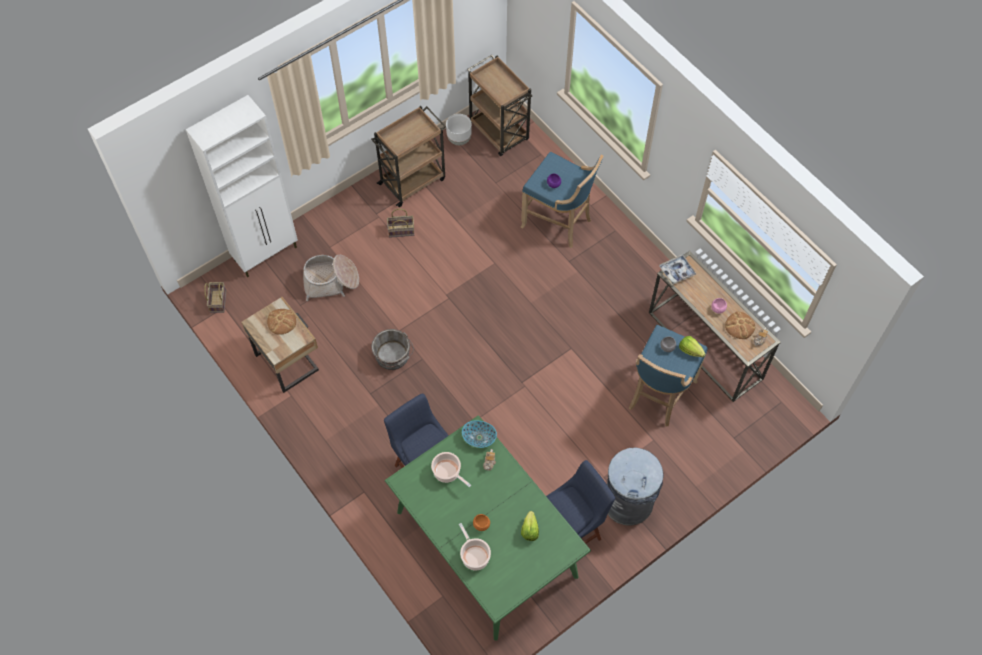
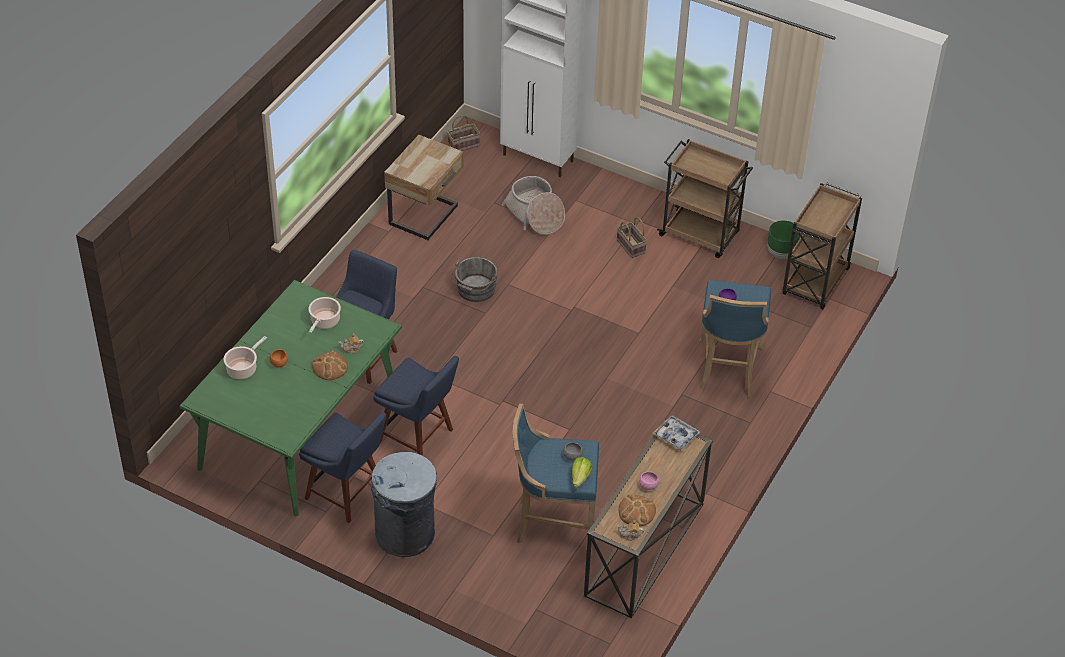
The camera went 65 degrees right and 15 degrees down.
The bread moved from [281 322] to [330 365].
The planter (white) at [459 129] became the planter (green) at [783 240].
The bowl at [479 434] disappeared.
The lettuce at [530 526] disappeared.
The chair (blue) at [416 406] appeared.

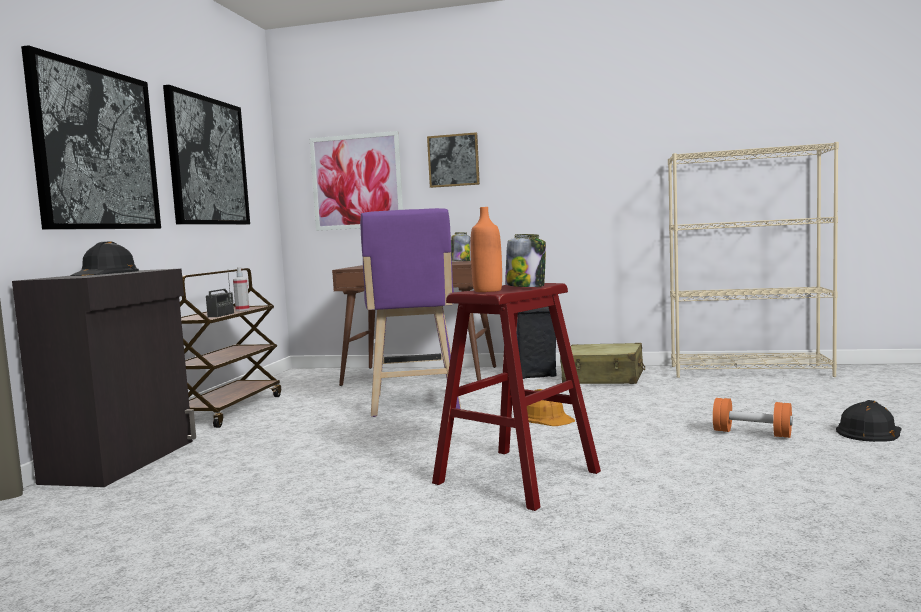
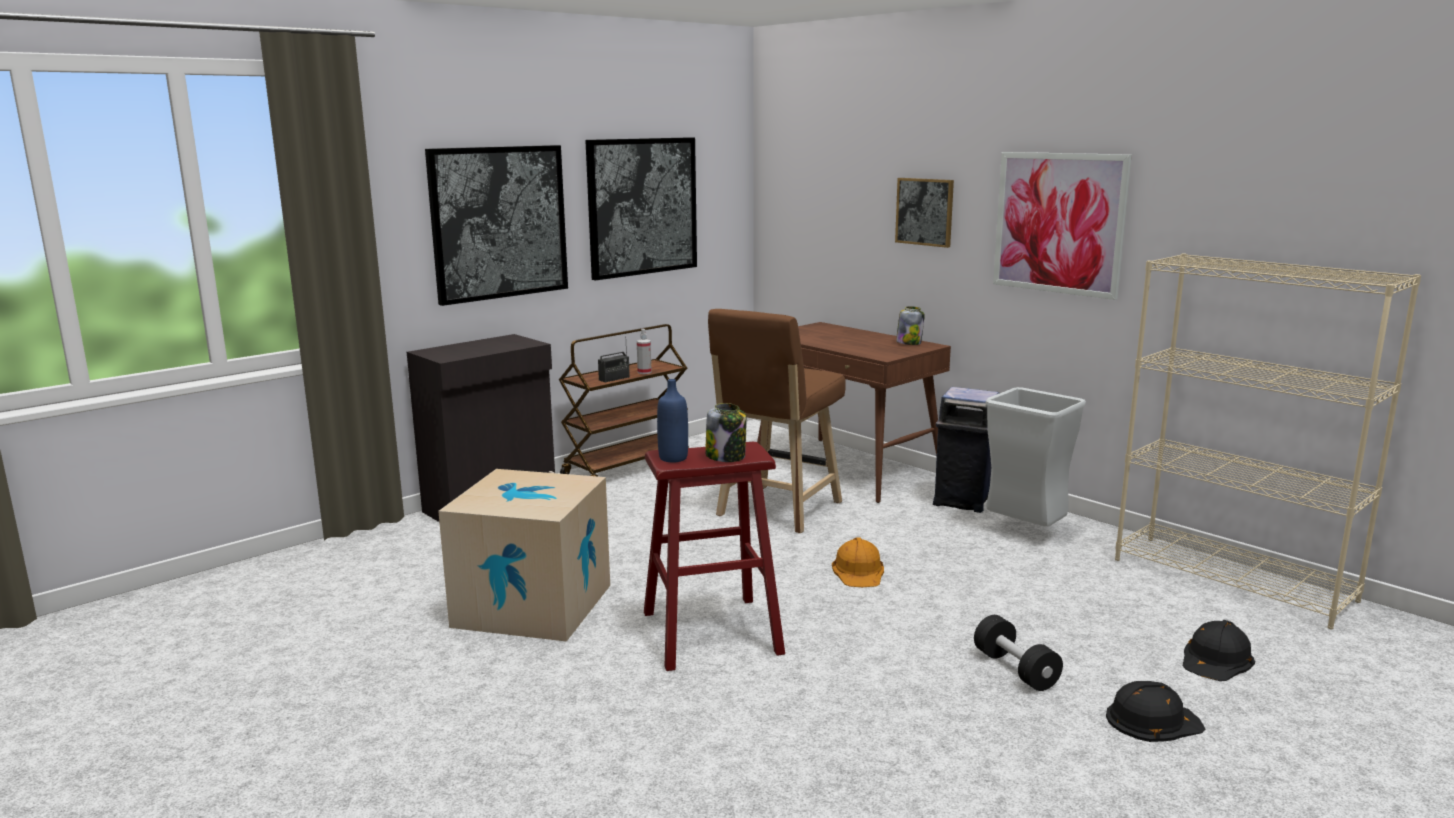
The camera went 35 degrees right and 10 degrees up.
The hard hat (black) moved from [105 259] to [1219 650].
The picture moved from [356 181] to [1062 226].
The stool (purple) at [410 312] became the stool (brown) at [777 421].
The bottle (orange) at [486 249] became the bottle (blue) at [672 421].
The suitcase (beige) at [602 363] was replaced by the trash can (grey) at [1036 456].
The dumbbell (orange) at [753 418] became the dumbbell (black) at [1018 653].
The cardboard box at [524 555] appeared.

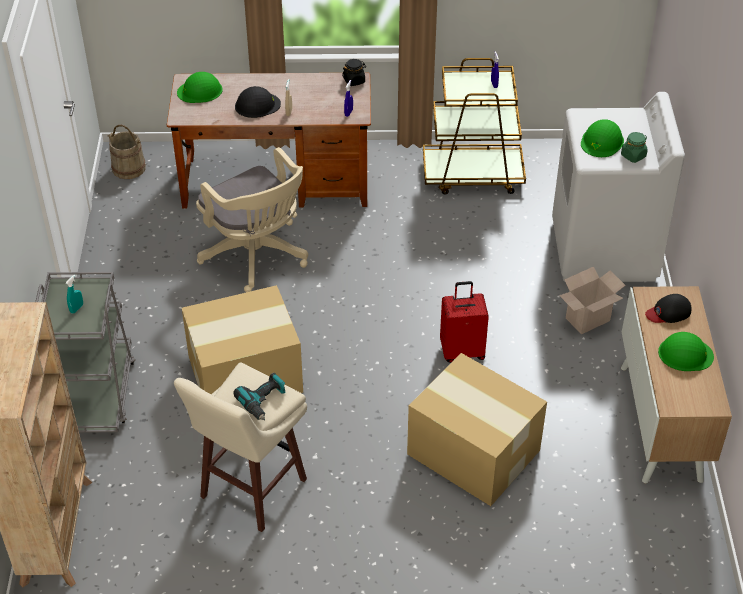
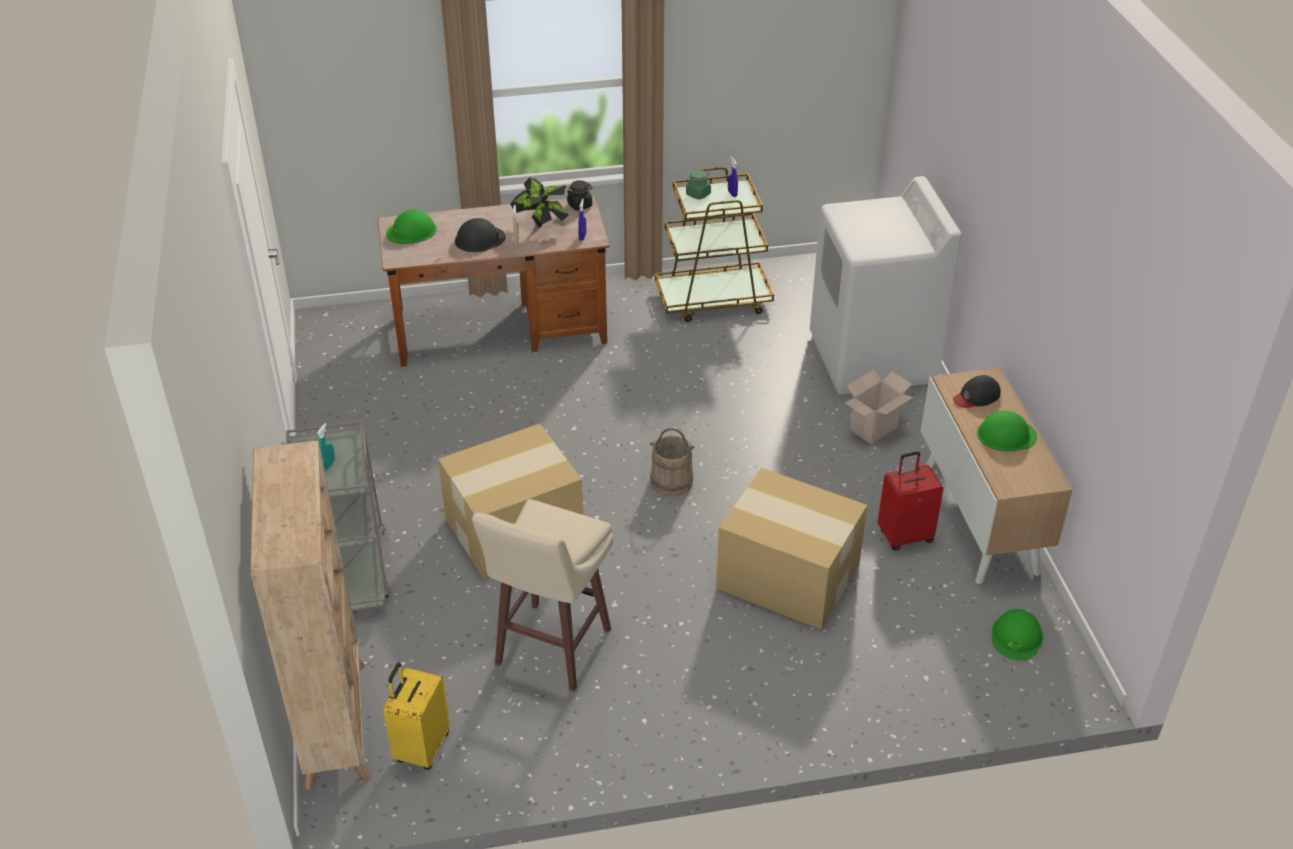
The camera went 10 degrees left and 5 degrees down.
The bucket (beige) moved from [126 152] to [672 462].
The office chair (beige) at [252 219] disappeared.
The power drill at [259 397] disappeared.
The suitcase (red) moved from [464 322] to [911 501].
The hard hat (green) moved from [602 138] to [1017 634].
The jar (green) moved from [634 147] to [698 185].
The suitcase (yellow) at [416 716] appeared.
The potted plant at [539 202] appeared.

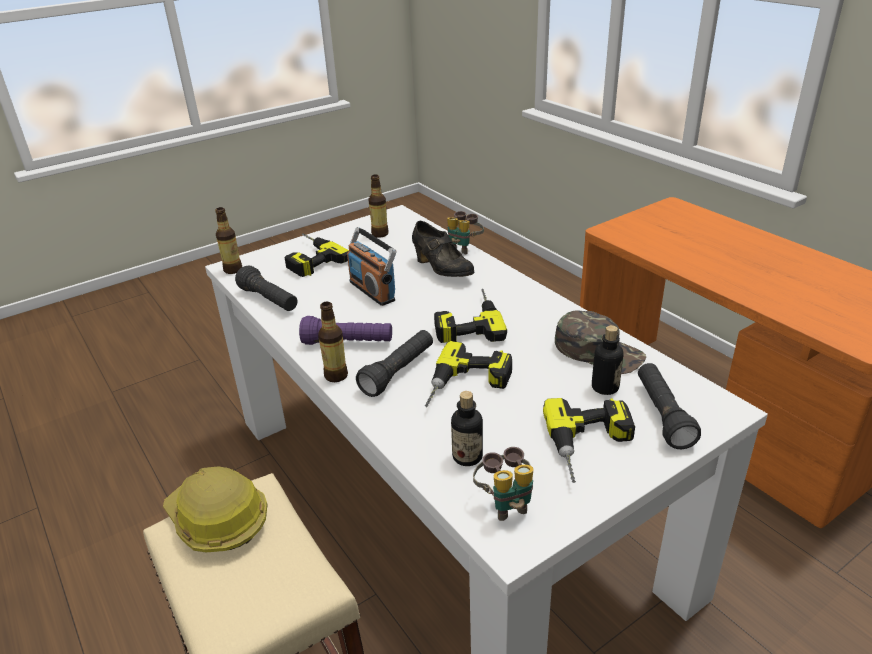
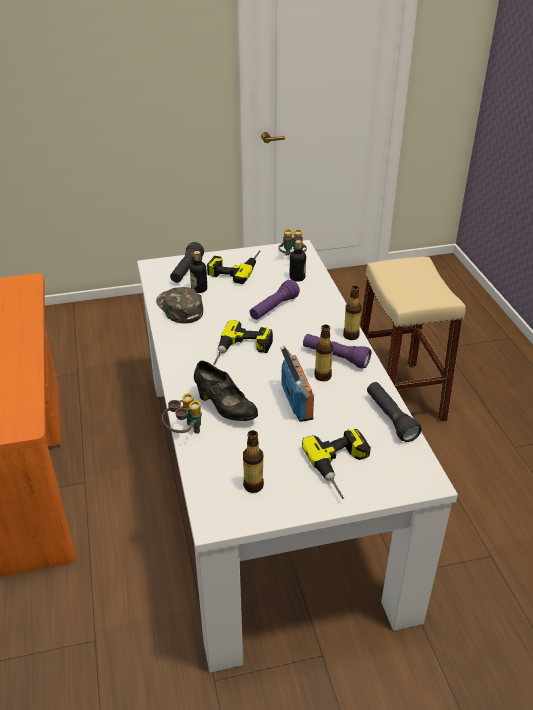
The camera went 160 degrees left and 5 degrees up.
The hard hat at [215 509] disappeared.
The bottle moved from [228 240] to [323 353].
The flashlight (black) at [394 363] disappeared.
The shoe (black) at [443 249] turned 150 degrees clockwise.
The power drill at [468 374] was replaced by the flashlight (purple) at [275 300].

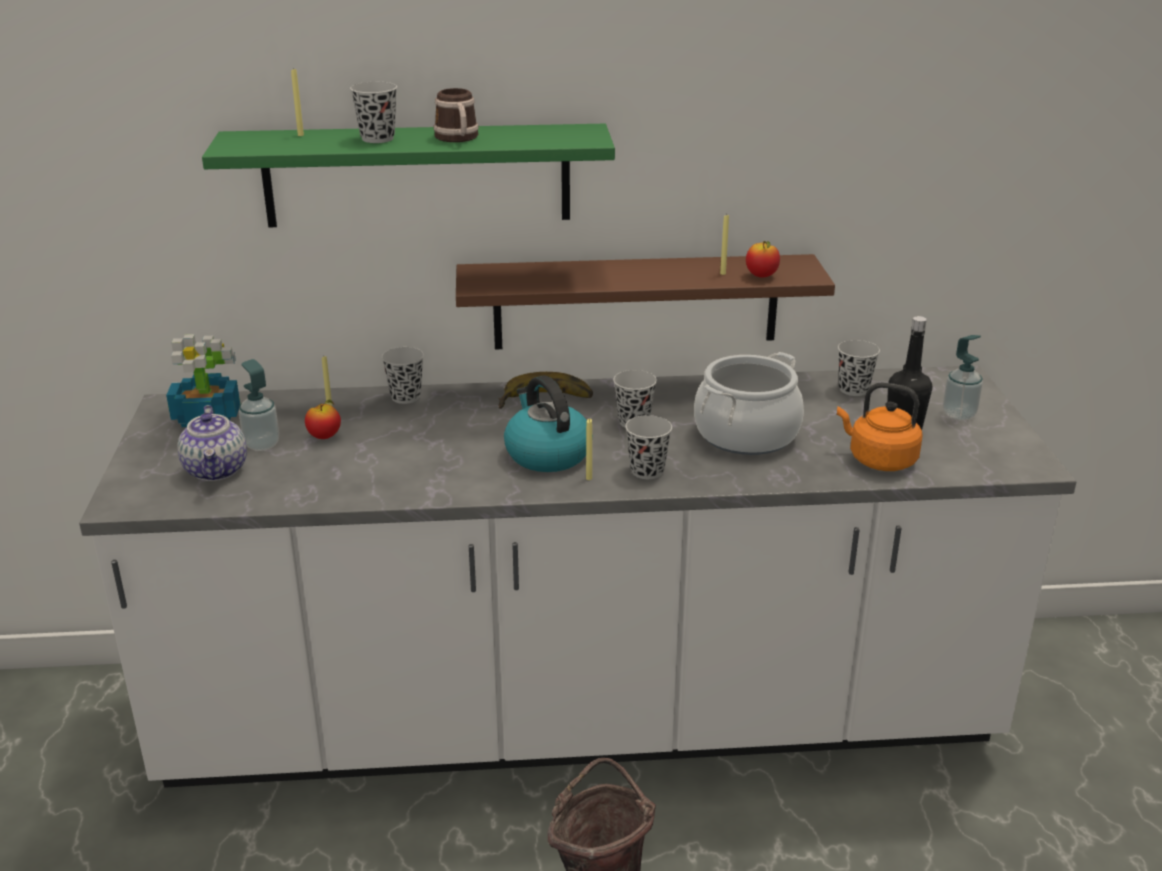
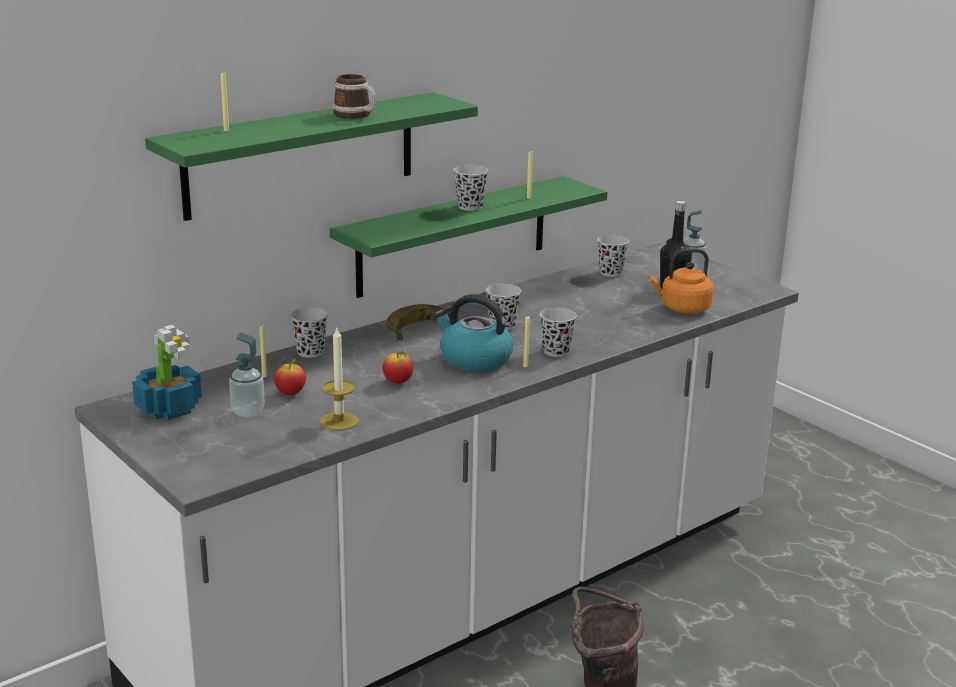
The camera went 35 degrees left and 5 degrees down.
The teapot at [212 443] disappeared.
The cup (black) moved from [373 112] to [470 188].
The shelf (brown) at [645 302] became the shelf (green) at [468 237].
The cooking pot at [749 403] disappeared.
The apple moved from [763 259] to [398 368].
The candle at [339 379] appeared.

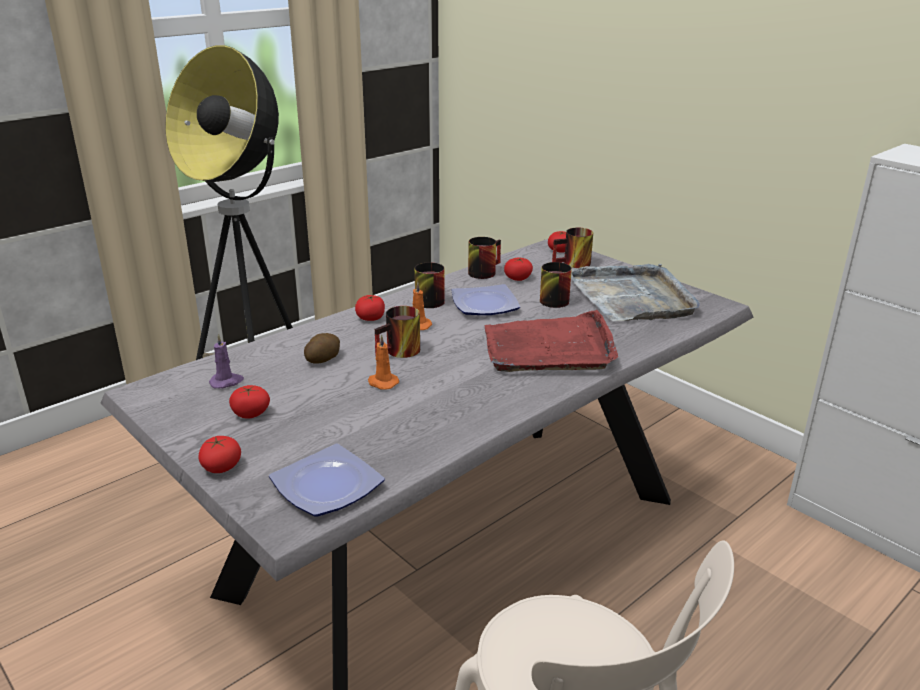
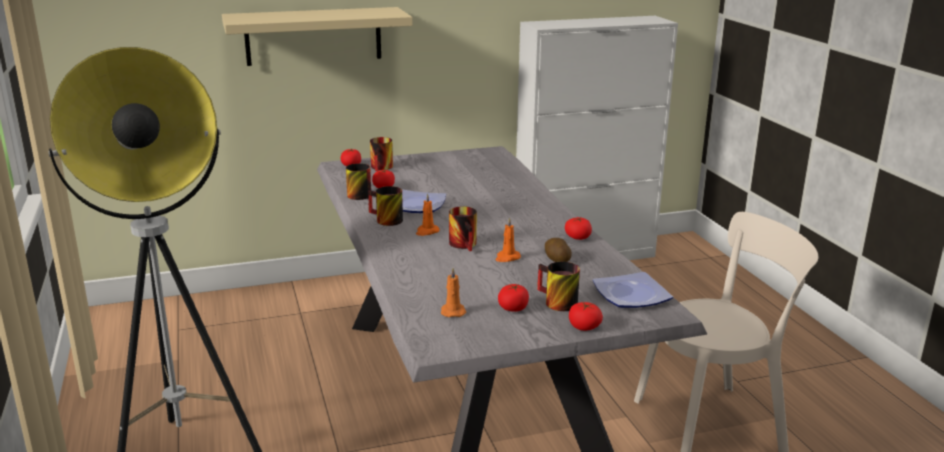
The camera went 65 degrees left and 5 degrees down.
The candle (purple) at [226 360] became the candle (orange) at [453 292].
The potato moved from [322 348] to [558 250].
The tomato moved from [370 308] to [578 228].
The tray (red) at [551 341] disappeared.
The mug moved from [556 285] to [558 286].
The tray (grey) at [635 292] disappeared.
The shelf (beige) at [317 36] appeared.

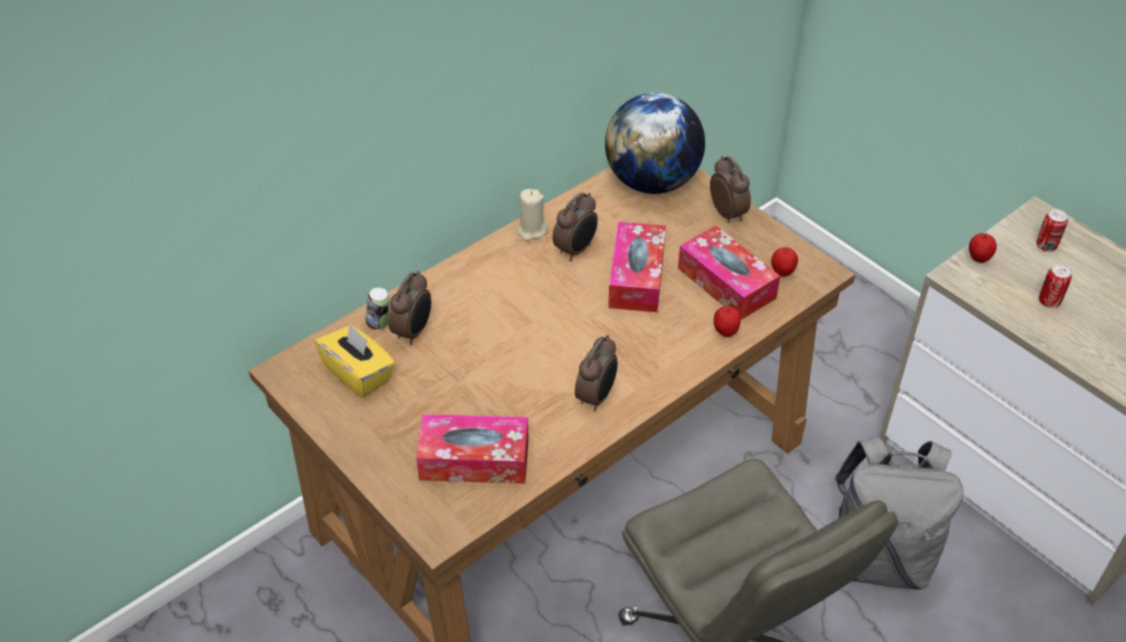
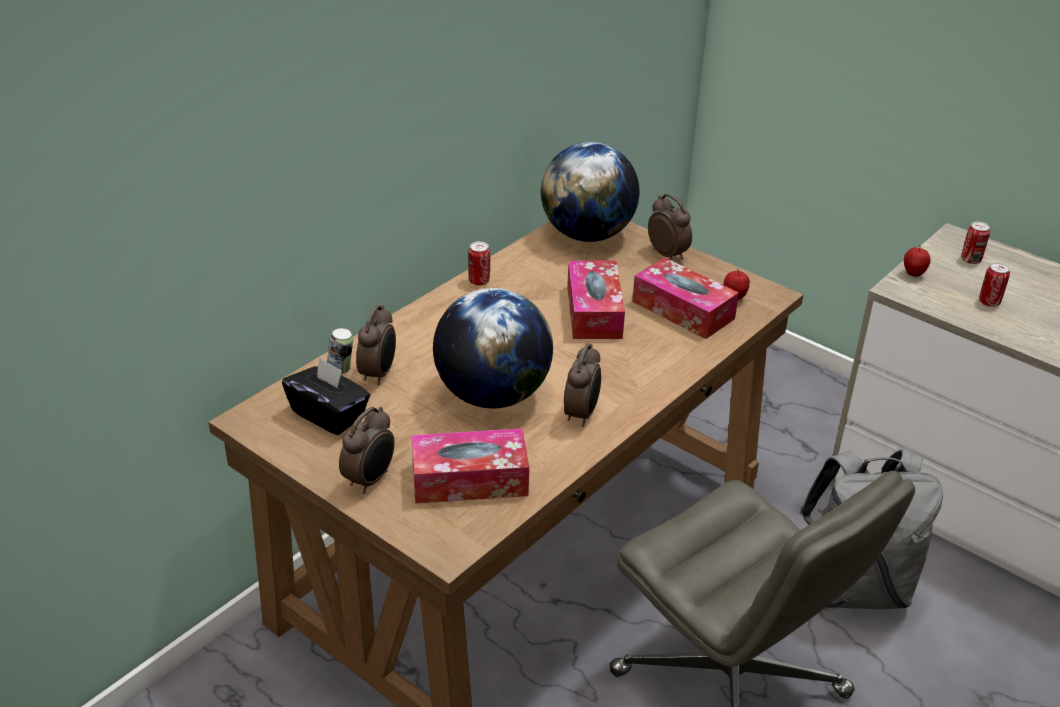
The camera went 10 degrees left and 10 degrees down.
The tissue box (yellow) at [355 361] became the tissue box (black) at [326 396].
The candle (beige) at [532 215] was replaced by the can at [479 263].
The alarm clock moved from [575 226] to [367 450].
The apple at [727 321] disappeared.
The globe at [493 348] appeared.

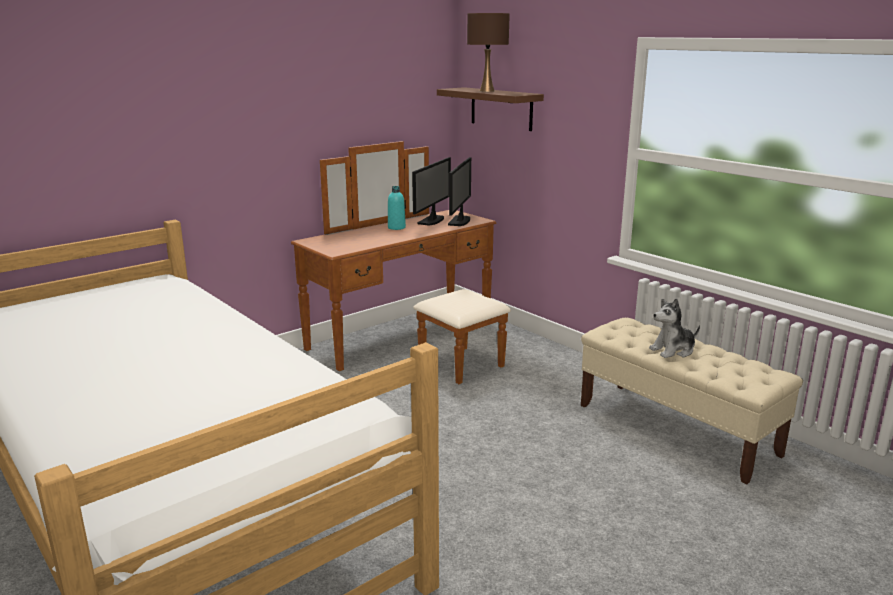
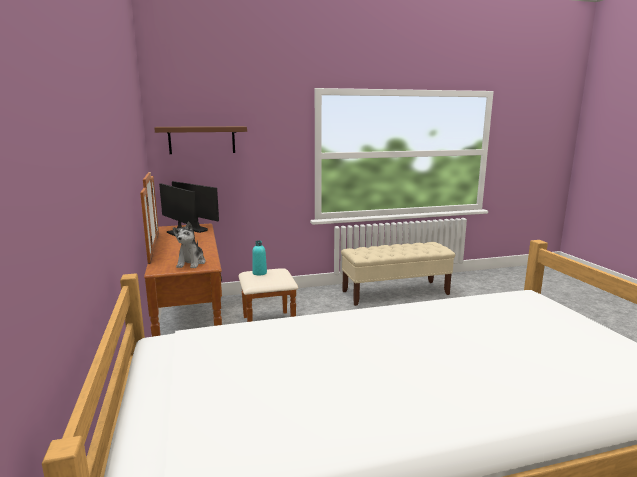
The camera went 65 degrees left and 5 degrees down.
The bottle (turquoise) moved from [397 208] to [259 258].
The table lamp (brown) at [488 52] disappeared.
The plush toy moved from [674 328] to [189 245].

